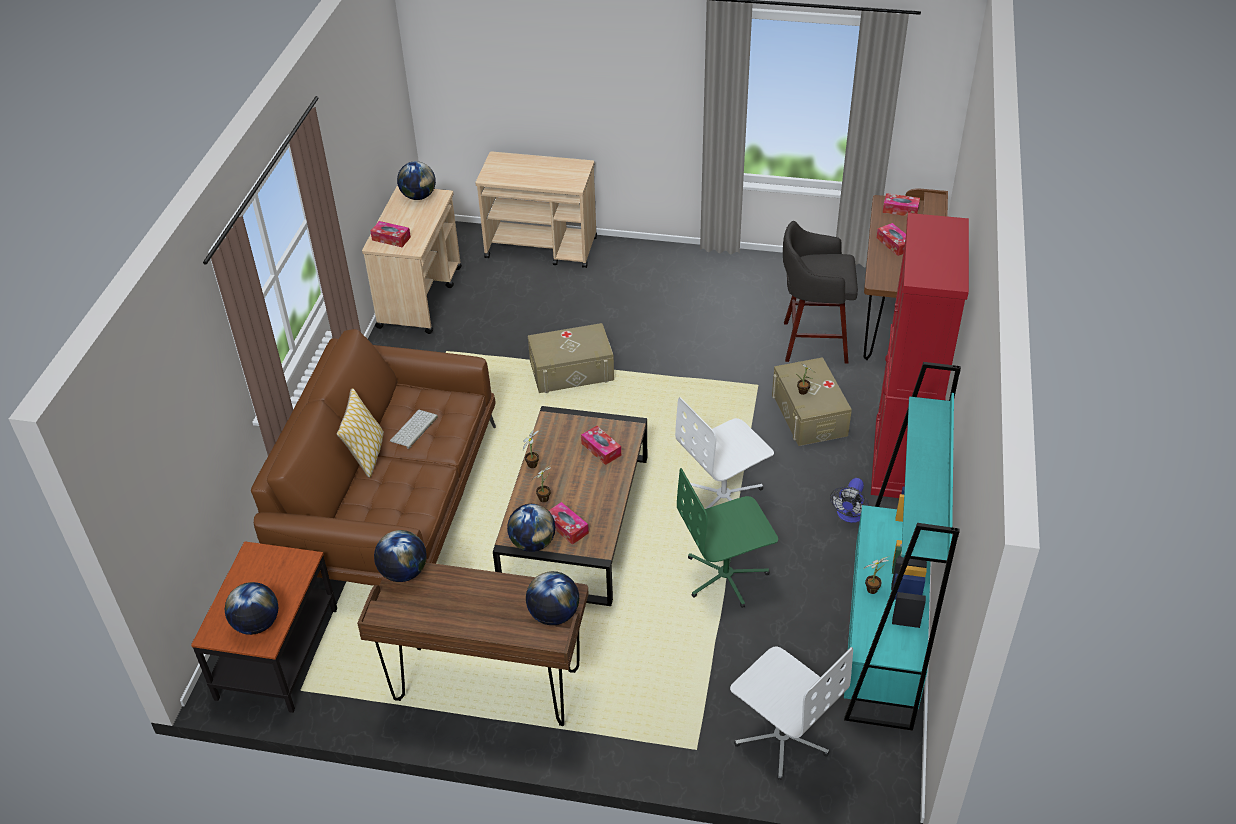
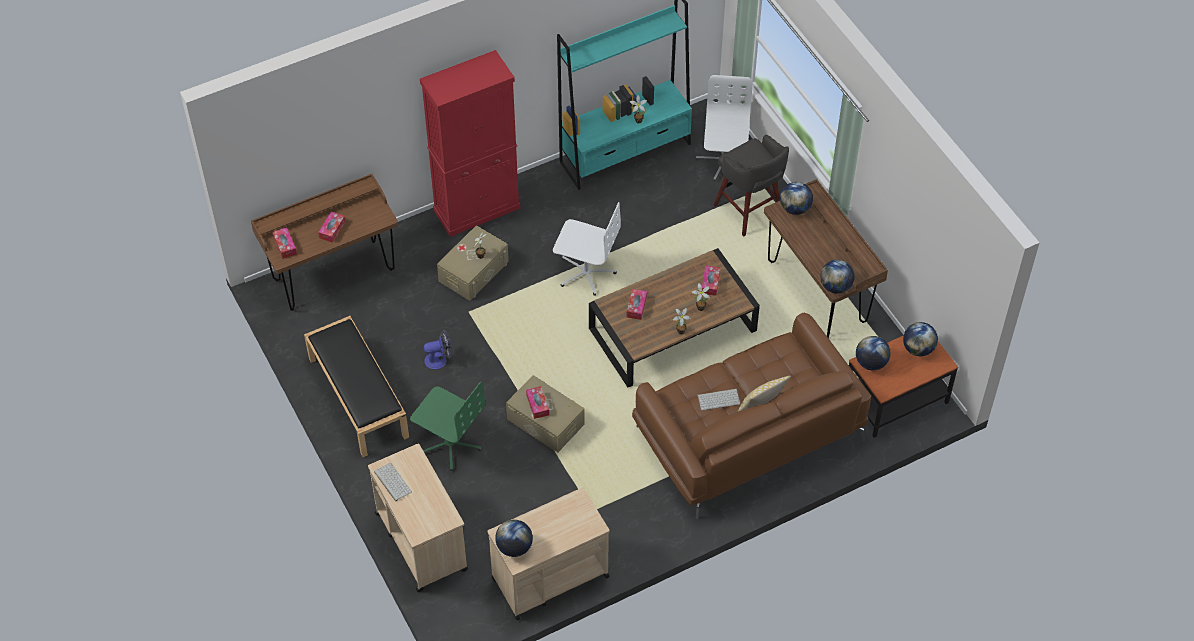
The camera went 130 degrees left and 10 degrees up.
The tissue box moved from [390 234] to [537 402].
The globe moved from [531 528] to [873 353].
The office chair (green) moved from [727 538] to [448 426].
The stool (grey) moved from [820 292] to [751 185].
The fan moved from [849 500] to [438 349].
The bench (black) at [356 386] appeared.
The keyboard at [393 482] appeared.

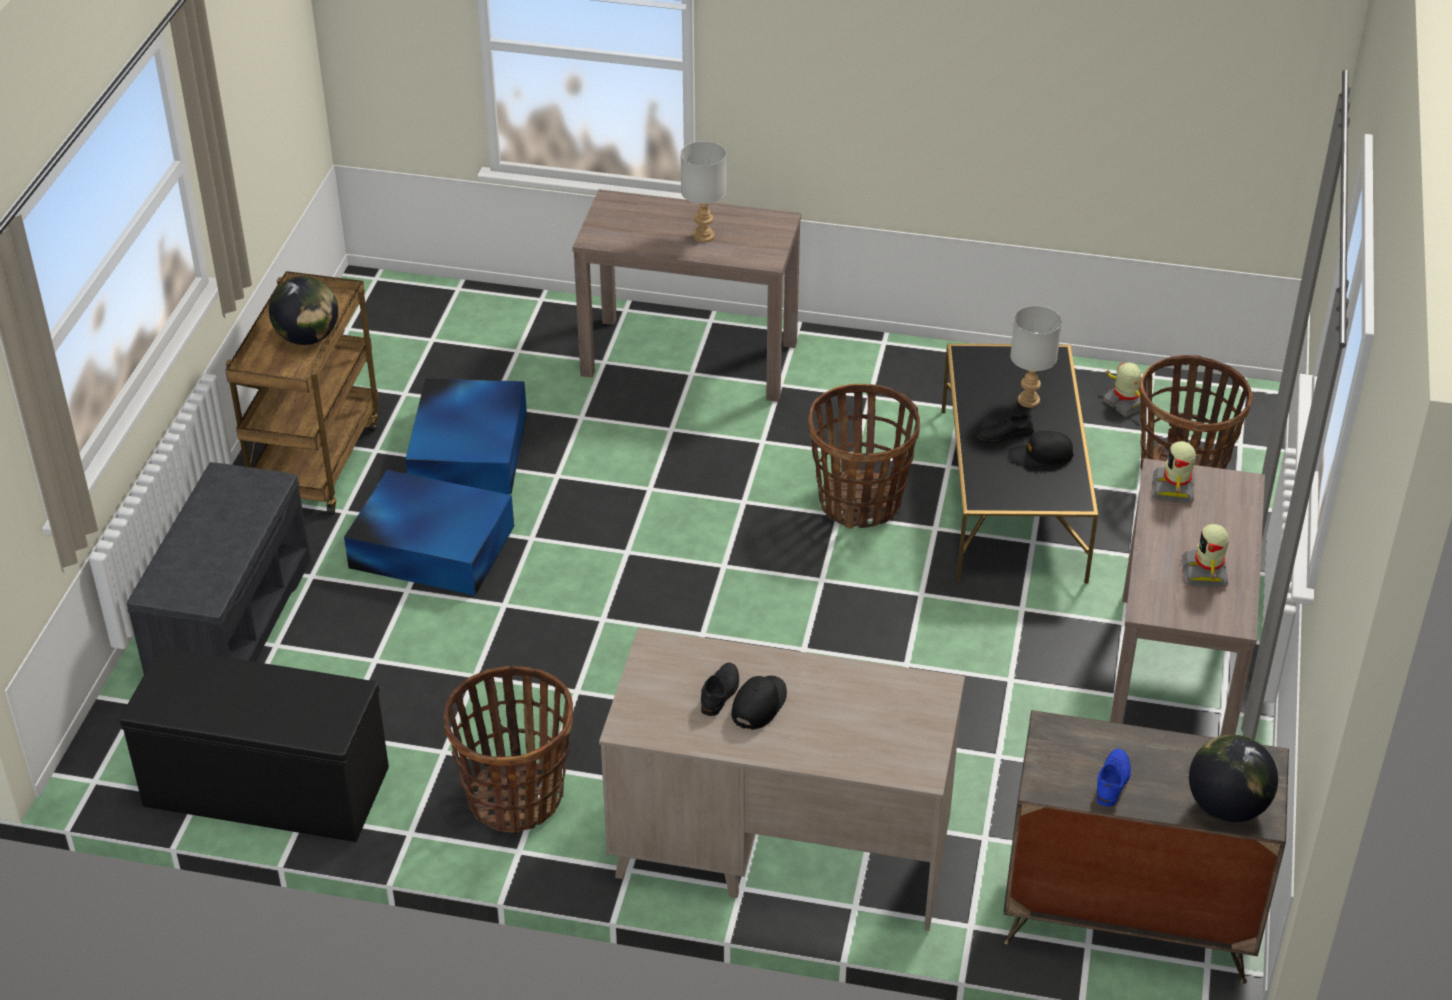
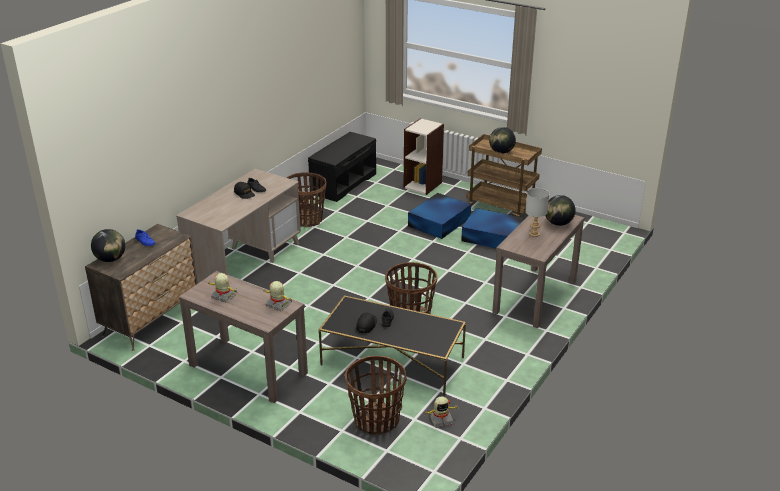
The camera went 110 degrees right and 10 degrees down.
The bench (grey) at [219 568] was replaced by the bookcase at [424 156].
The table lamp (grey) at [1036 357] disappeared.
The globe at [561 210] appeared.

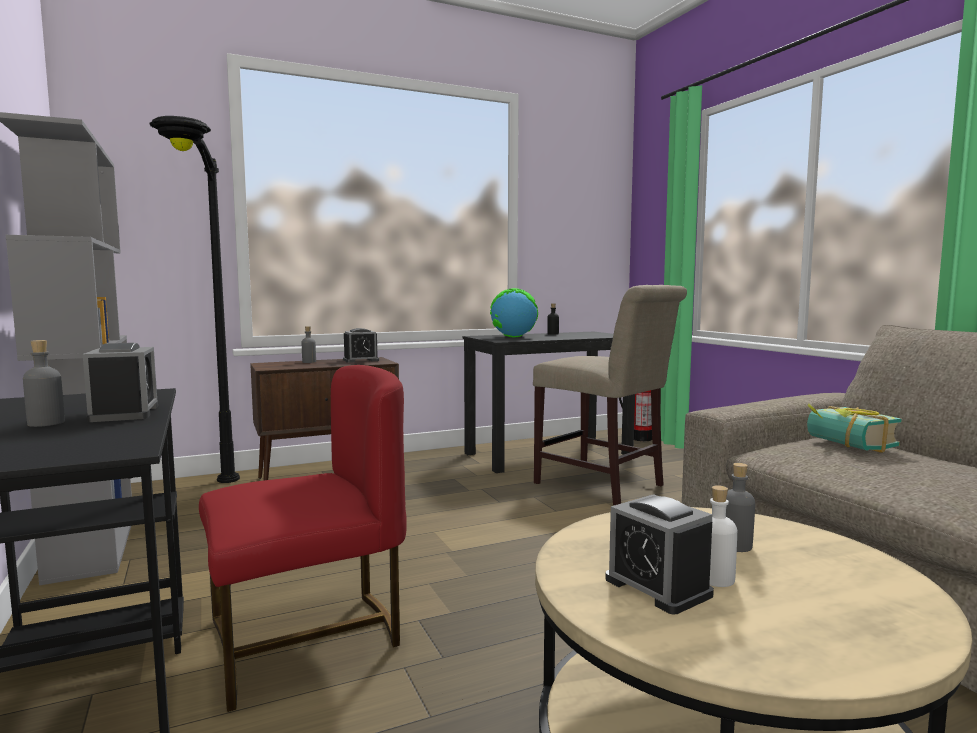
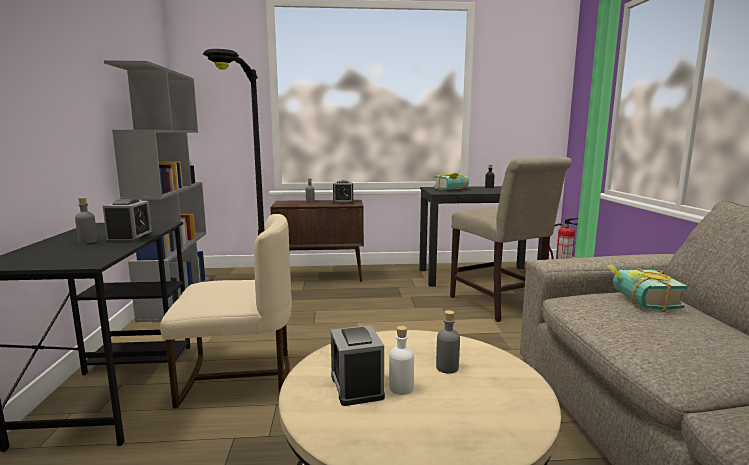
The camera went 20 degrees right and 5 degrees up.
The chair (red) at [303 538] became the chair (beige) at [226 311].
The globe at [514 312] was replaced by the book at [451 181].

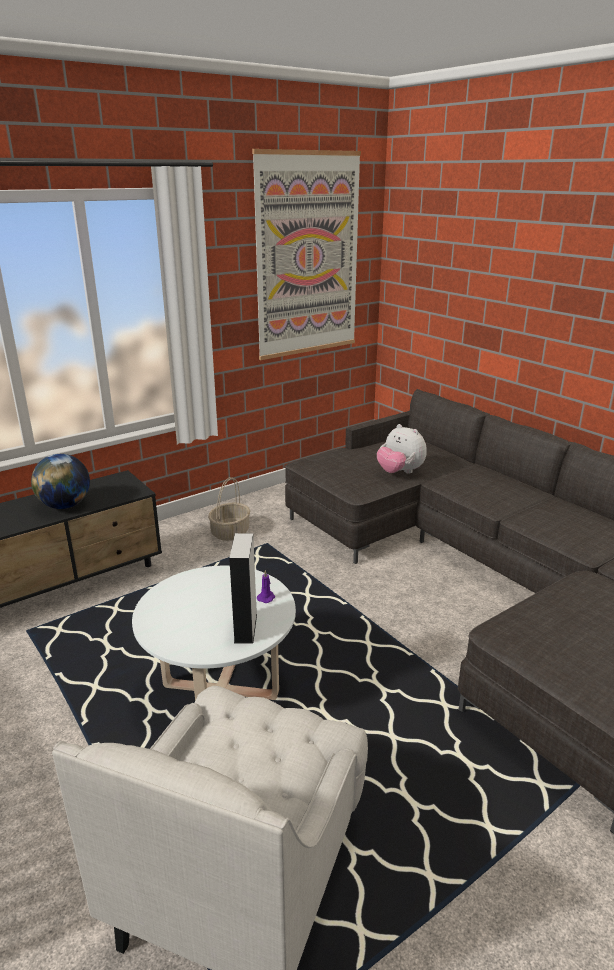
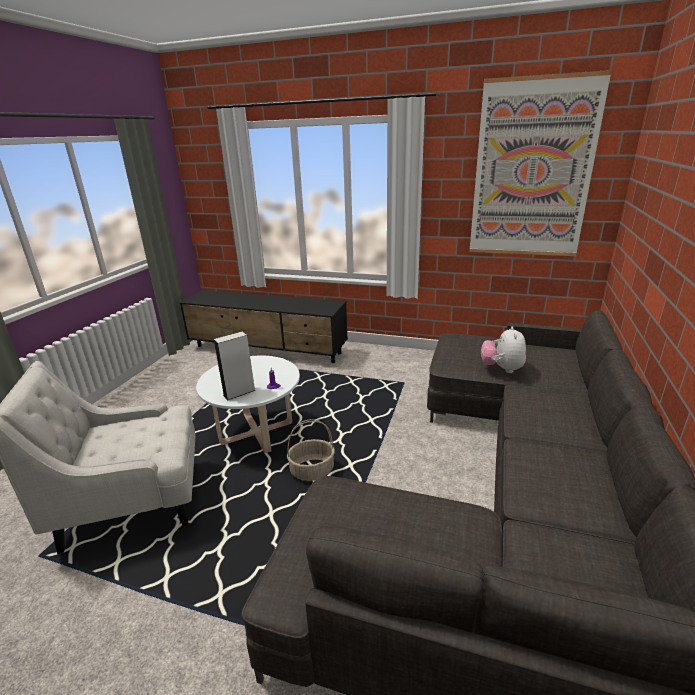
The camera went 55 degrees right and 0 degrees up.
The globe at [60 481] disappeared.
The basket moved from [229 509] to [311 450].

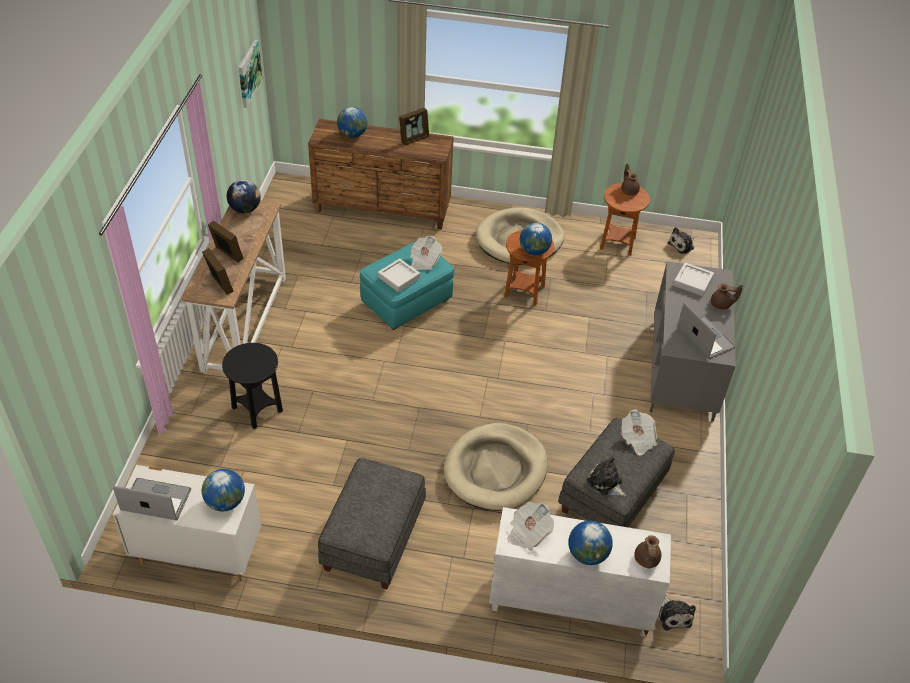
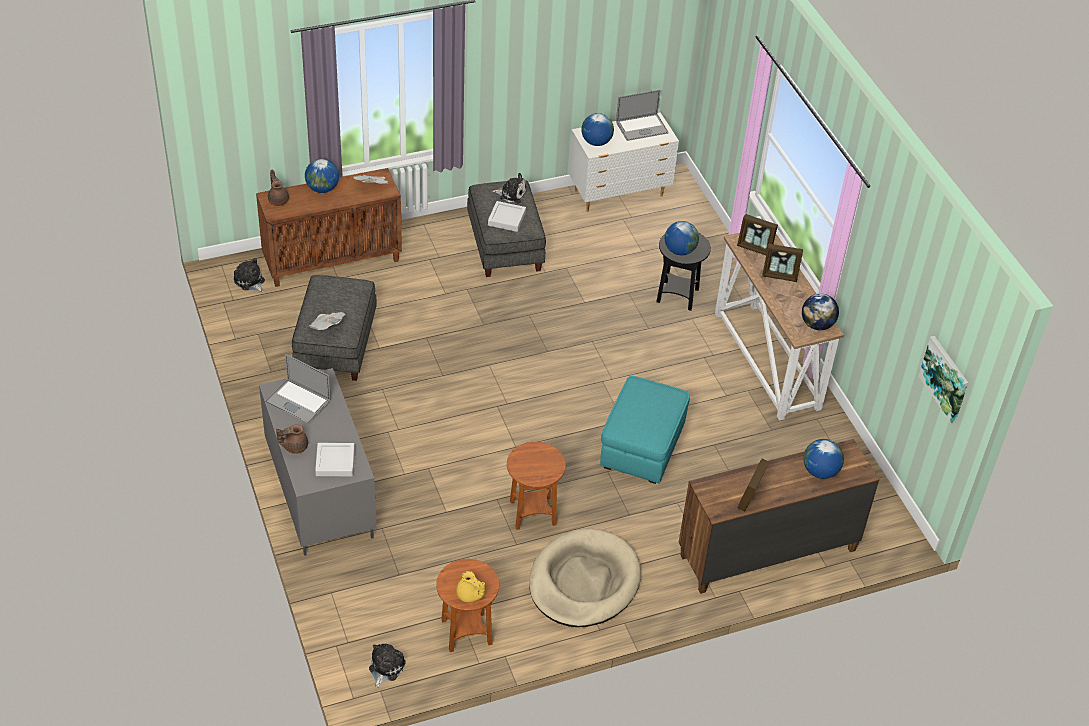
The camera went 150 degrees right and 0 degrees up.
The tray (grey) moved from [399 275] to [507 216].
The newspaper at [426 253] disappeared.
The dog bed (beige) at [496 467] disappeared.
The cabinet (white) at [580 572] became the cabinet (brown) at [329 227].
The globe moved from [536 239] to [682 238].
The plush toy moved from [606 476] to [509 188].
The teapot (brown) at [630 179] became the teapot (yellow) at [470 586].

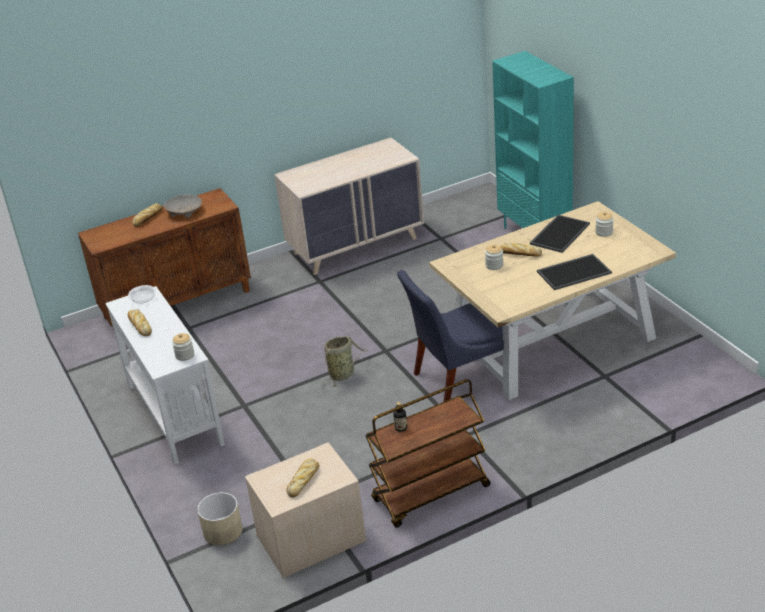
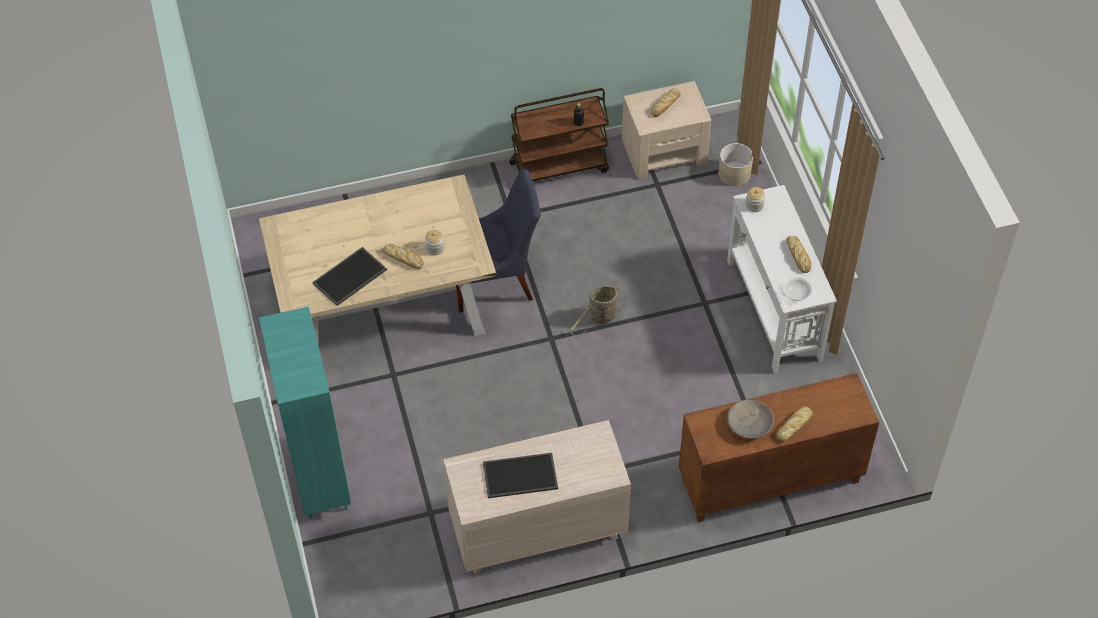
The camera went 170 degrees left and 20 degrees up.
The tray moved from [574 272] to [520 475].
The jar at [604 224] disappeared.

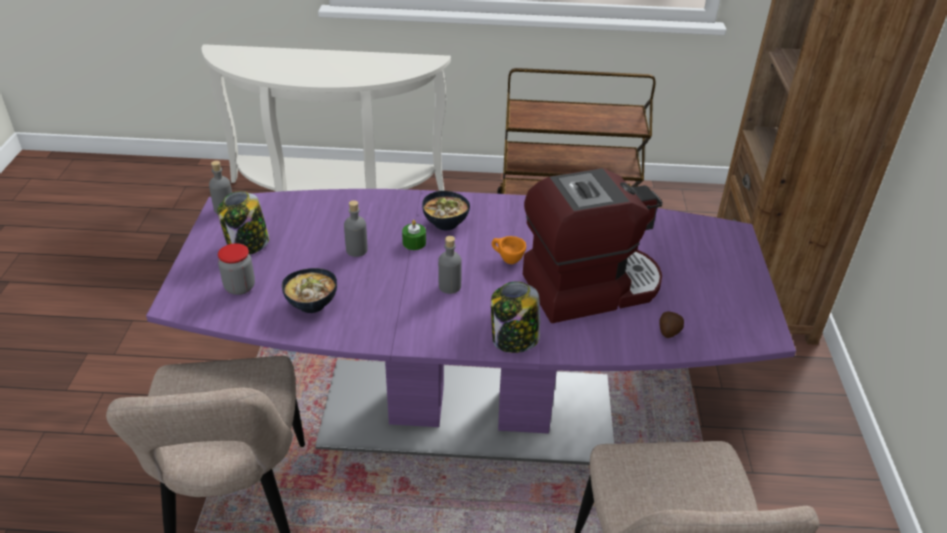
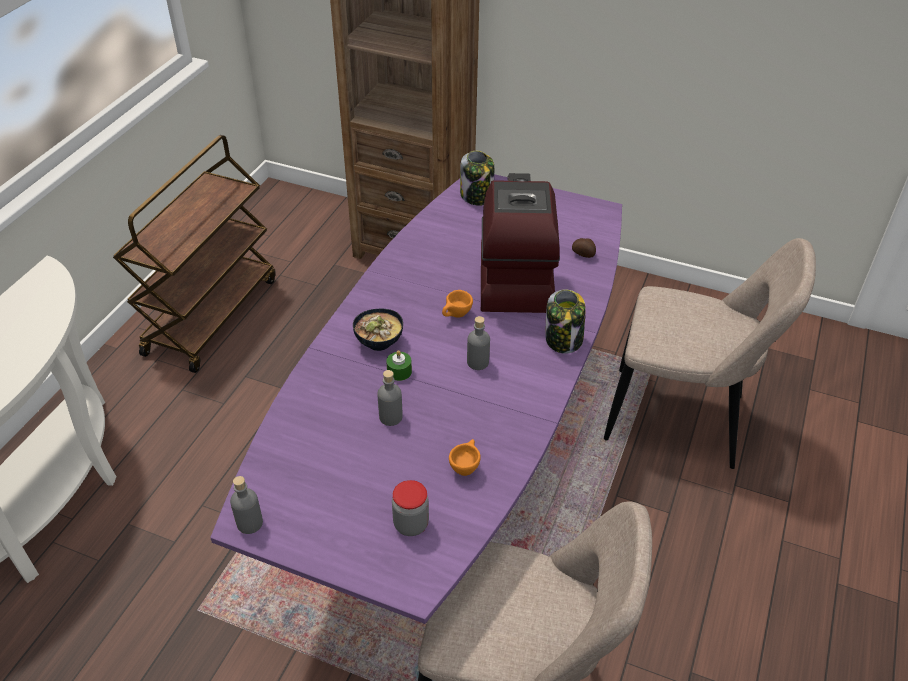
The camera went 70 degrees left and 5 degrees up.
The jar moved from [243 223] to [477 178].
The bowl at [309 290] was replaced by the cup (orange) at [465 457].

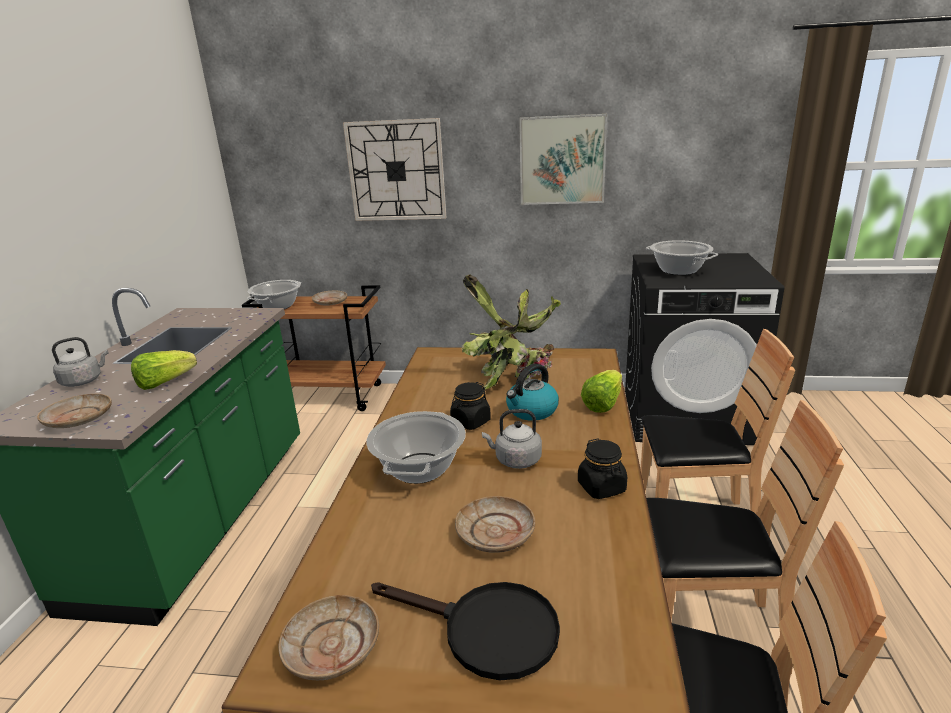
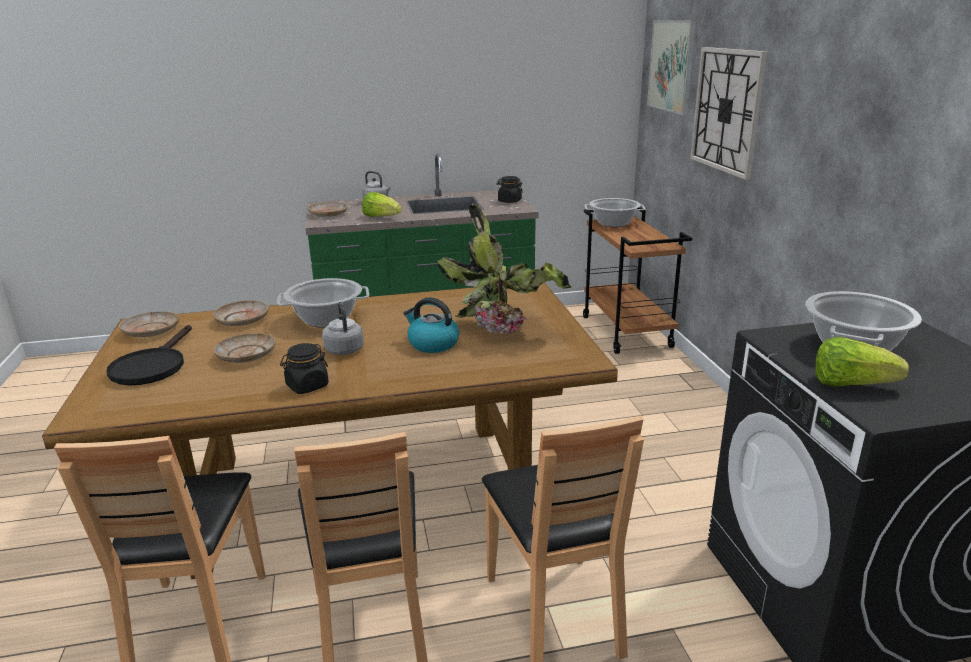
The camera went 70 degrees right and 0 degrees up.
The plate (beige) moved from [329 298] to [241 313].
The jar (black) moved from [470 406] to [510 189].
The picture moved from [563 159] to [671 67].
The lettuce moved from [601 391] to [862 362].

